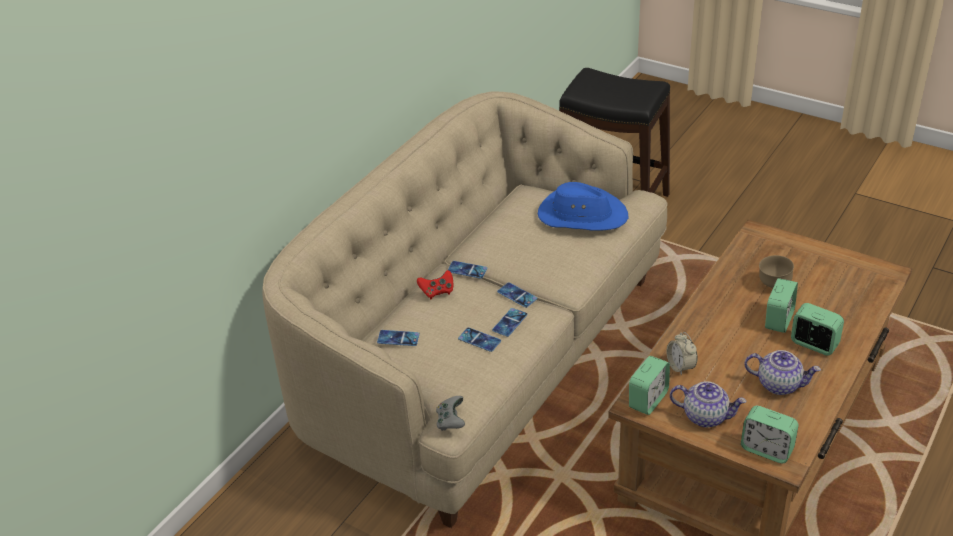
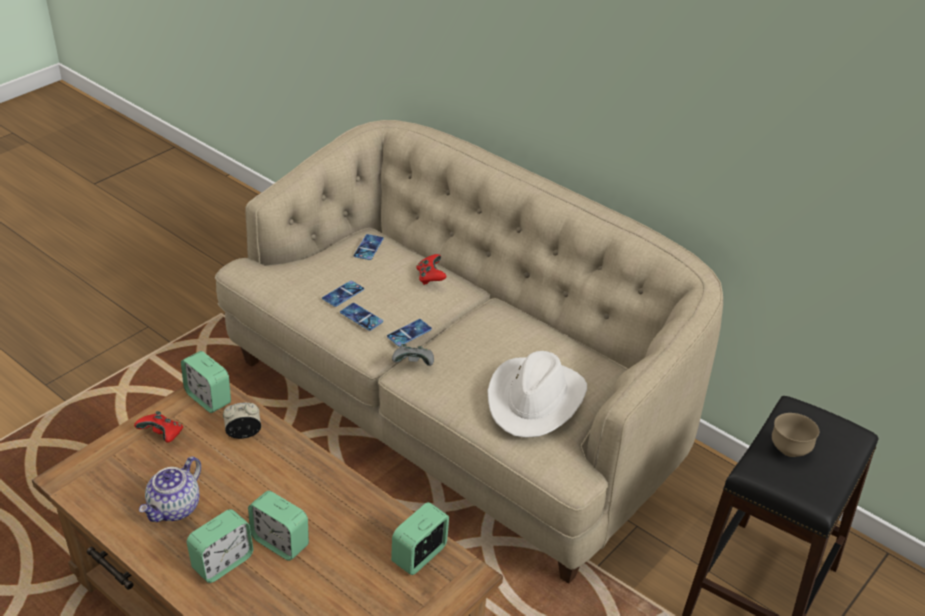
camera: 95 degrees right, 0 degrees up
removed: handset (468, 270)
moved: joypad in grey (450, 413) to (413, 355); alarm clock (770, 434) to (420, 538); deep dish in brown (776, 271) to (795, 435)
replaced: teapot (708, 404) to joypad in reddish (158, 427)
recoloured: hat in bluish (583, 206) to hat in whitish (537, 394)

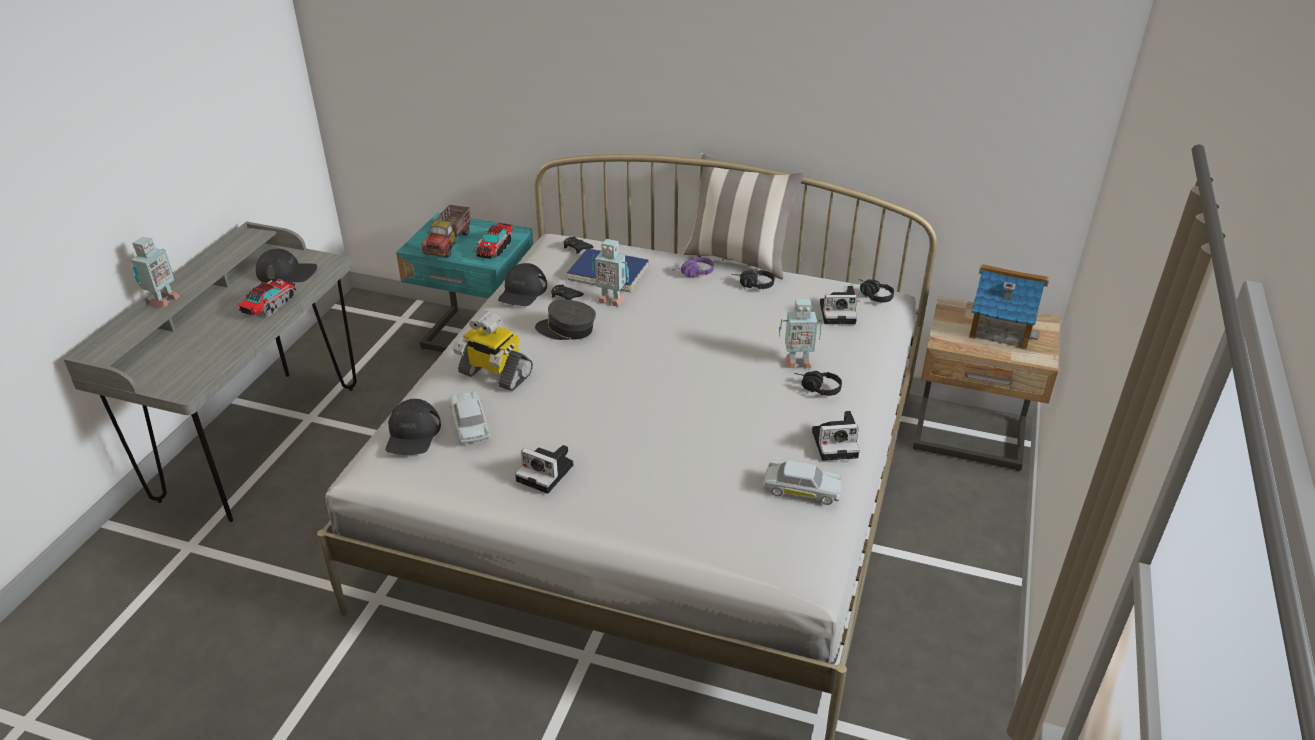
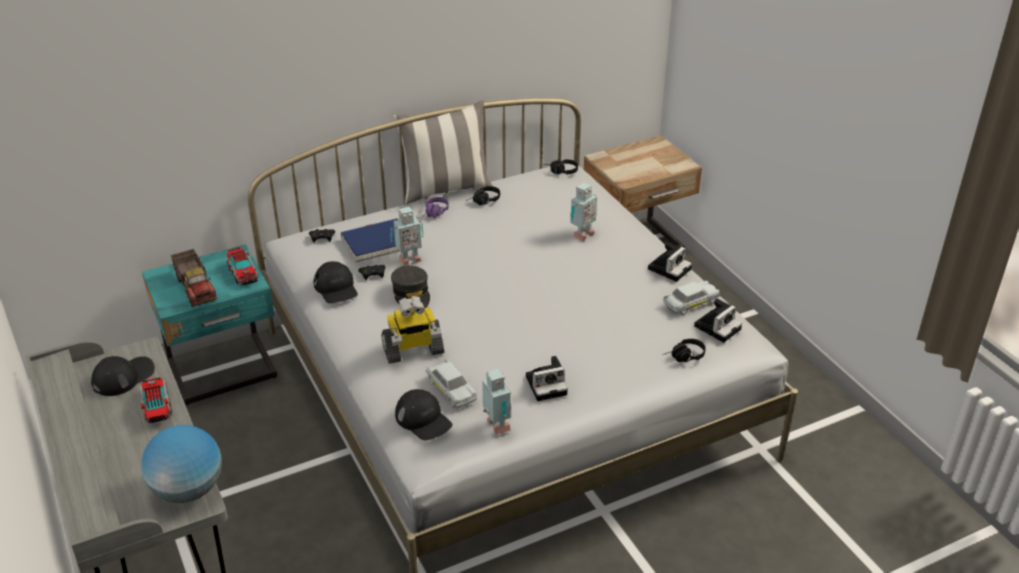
camera: 45 degrees left, 0 degrees up
removed: miniature house (1009, 307)
added: world globe (181, 464)
moved: robot figure (155, 272) to (496, 402); pair of headphones in blackish (818, 383) to (684, 350); photo camera (838, 305) to (718, 321)
turned: toy car in whitish (470, 417) = (451, 383) 150 degrees counterclockwise; peaked cap in grey (565, 320) = (410, 287) 75 degrees counterclockwise

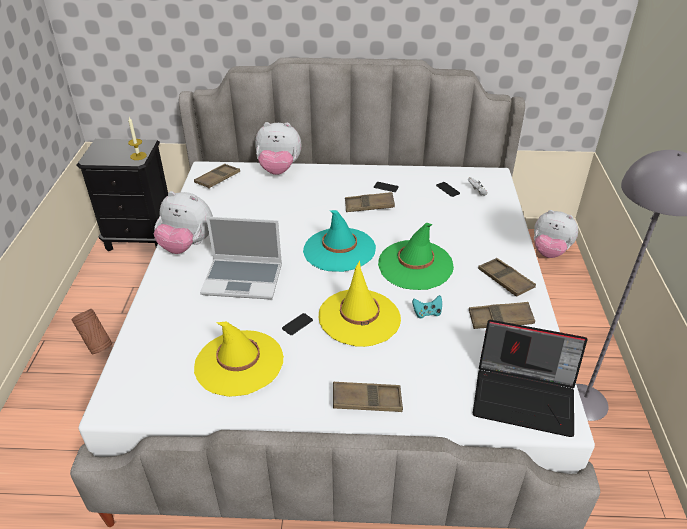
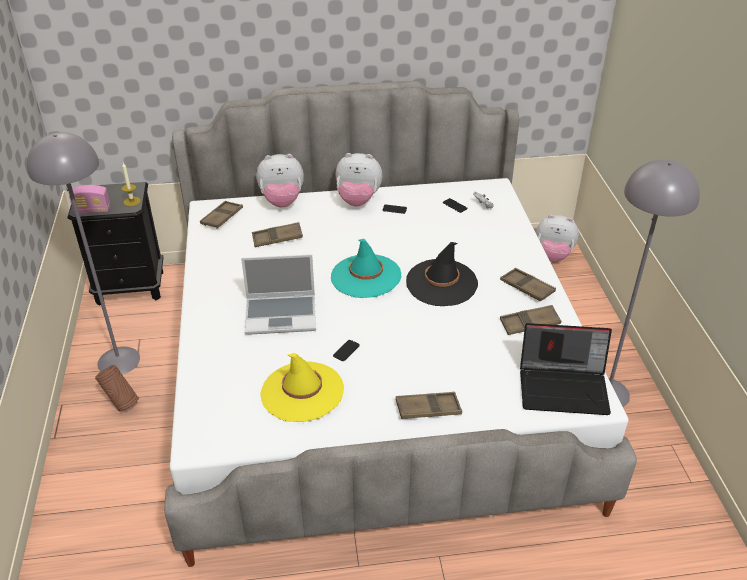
camera: 10 degrees left, 0 degrees up
removed: hat in yellow-coloured (360, 303); joypad in blue-green (427, 306)
added: floor lamp in grey (83, 253); radio set (89, 199)
moved: cuddly toy (183, 222) to (358, 179); tray in brown (370, 202) to (277, 234)
recoloured: hat in green (416, 256) to hat in blackish (442, 274)

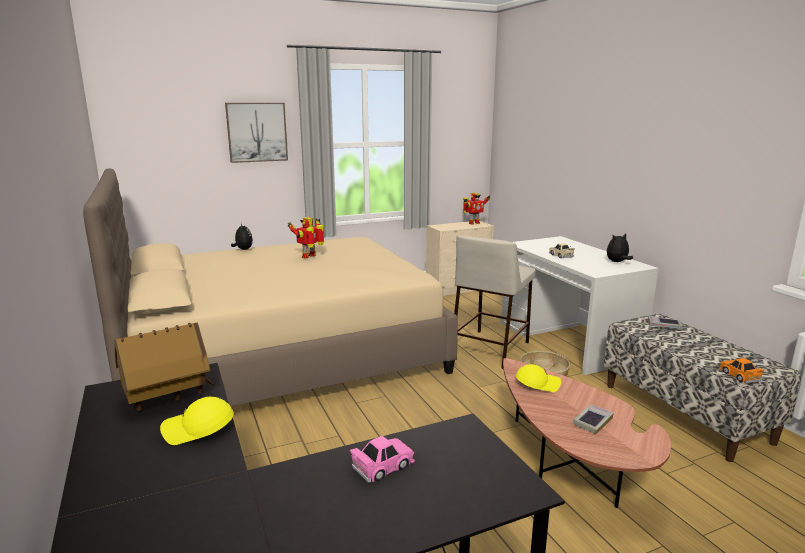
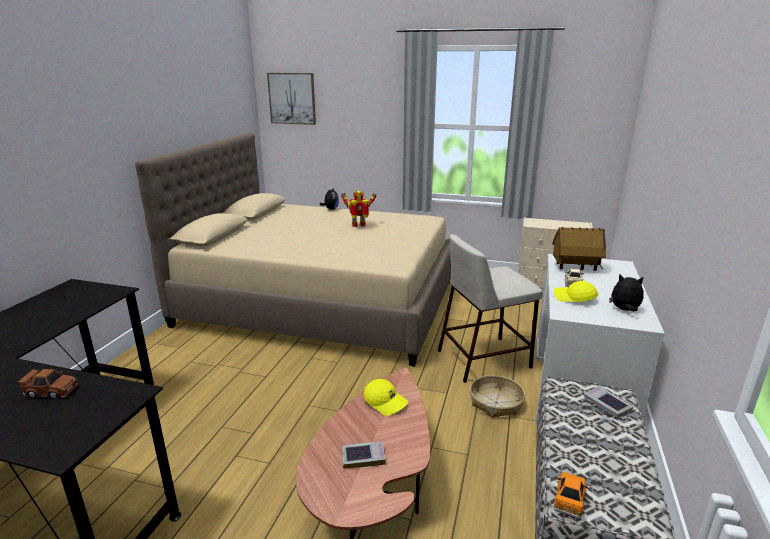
camera: 40 degrees right, 5 degrees up
removed: robot figure (476, 209)
moved: miniature house (164, 366) to (579, 249); peaked cap in yellow-coloured (197, 421) to (576, 291); wall picture (256, 133) to (291, 99)
recoloured: toy car in pink-coloured (382, 459) to toy car in brown (48, 384)

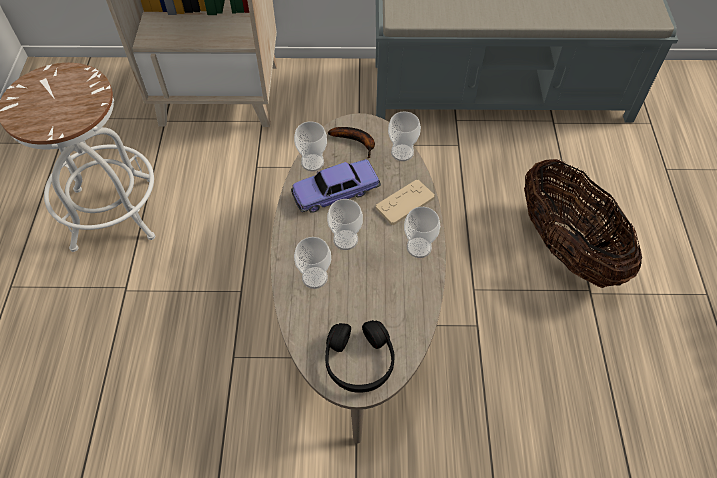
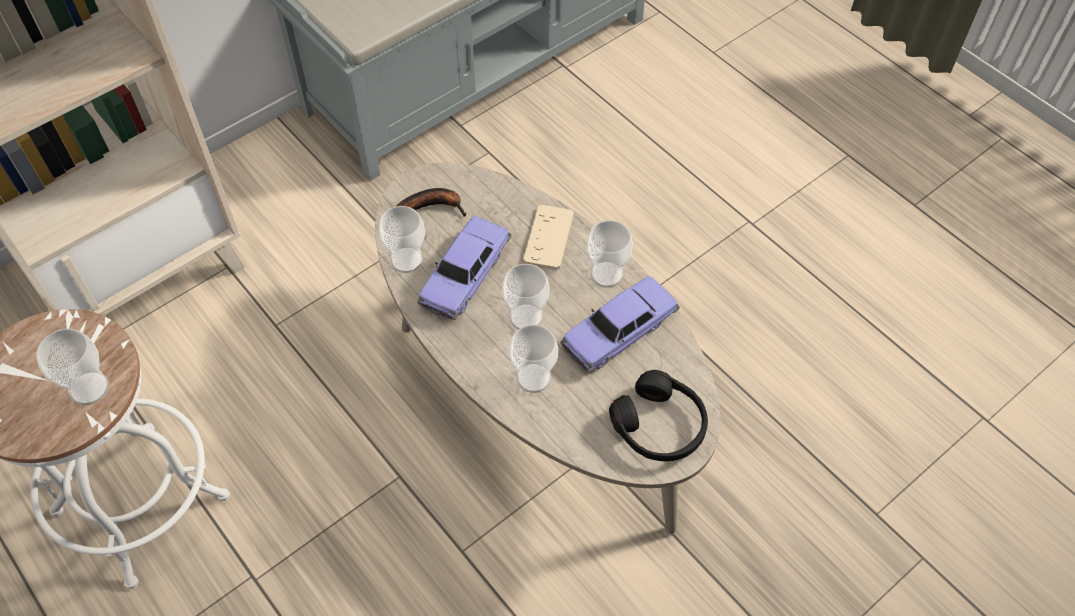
camera: 40 degrees left, 0 degrees up
removed: basket (583, 223)
added: toy car (620, 324)
moved: cup (404, 136) to (72, 367)

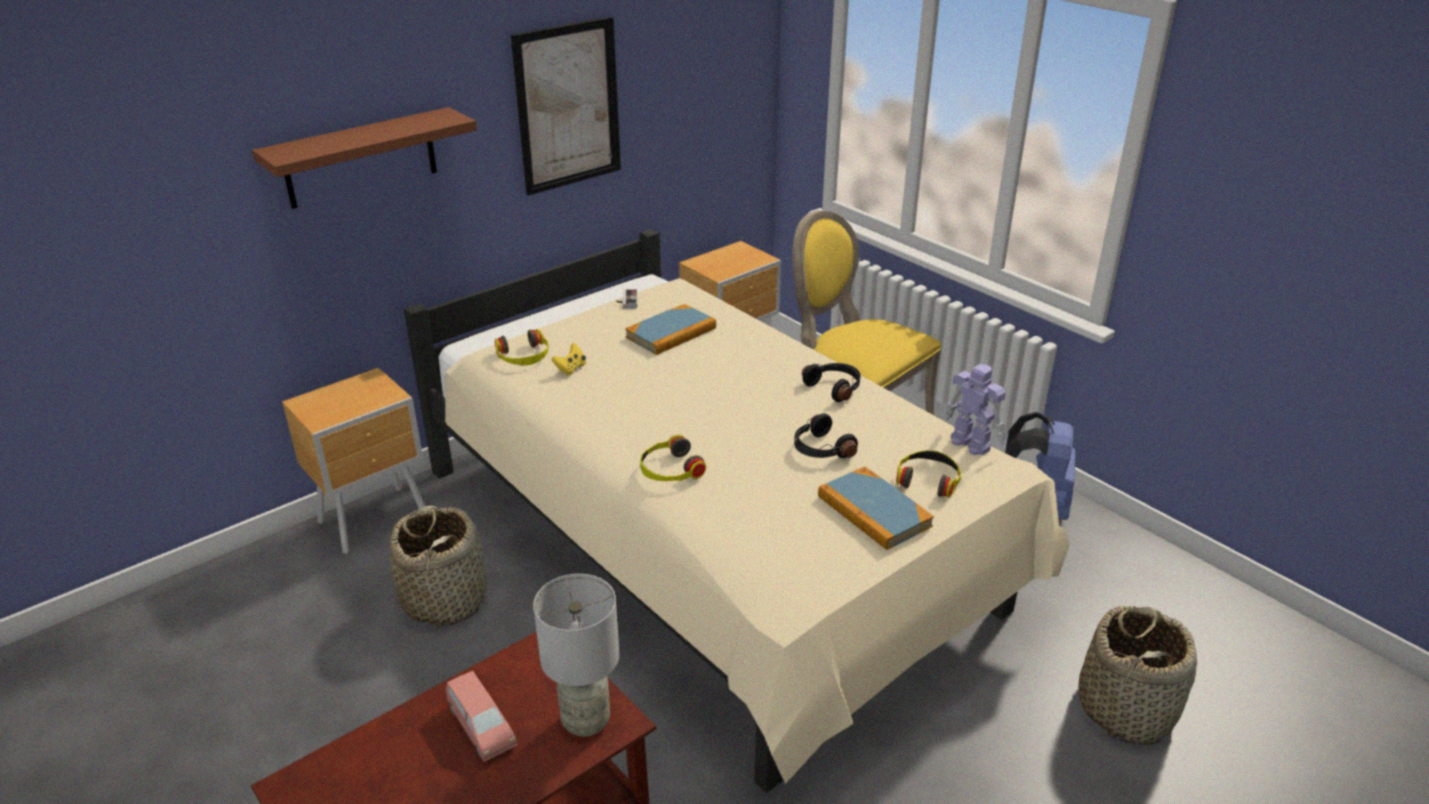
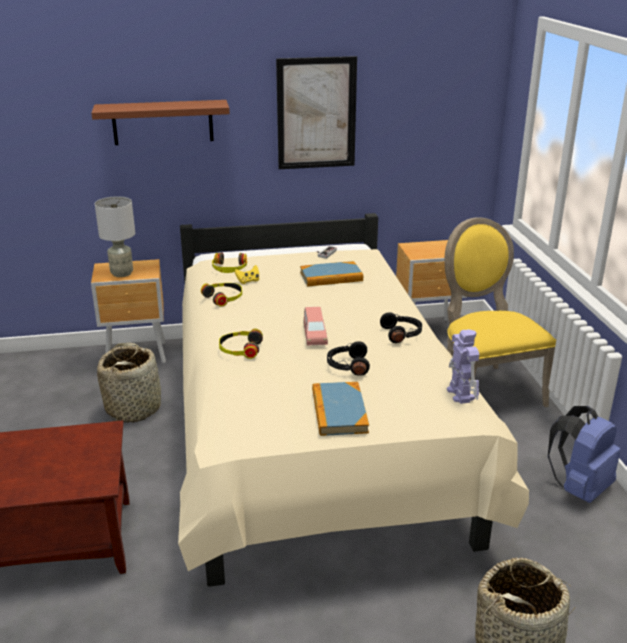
camera: 30 degrees right, 5 degrees down
moved: toy car in pink-coloured (482, 716) to (316, 326); table lamp in grey (576, 655) to (115, 236); pair of headphones (928, 474) to (221, 294)

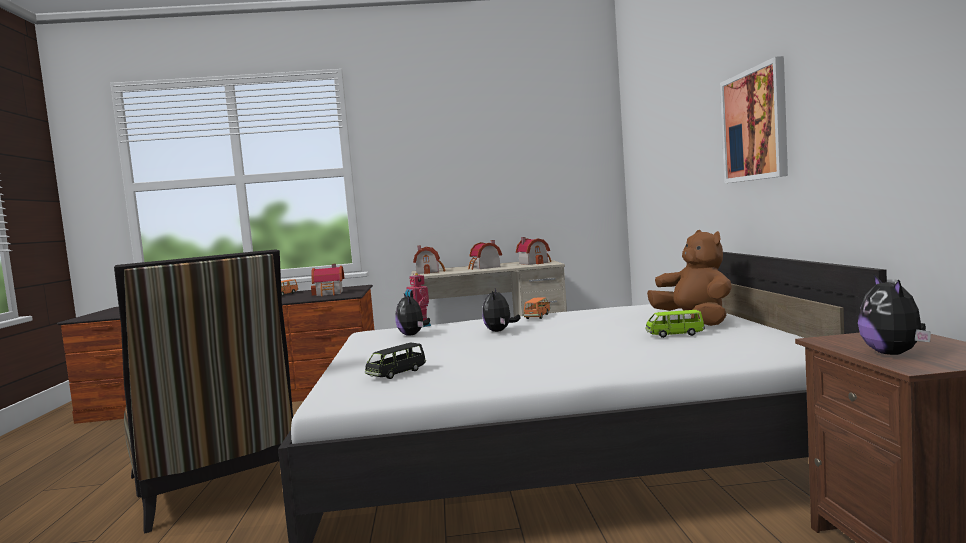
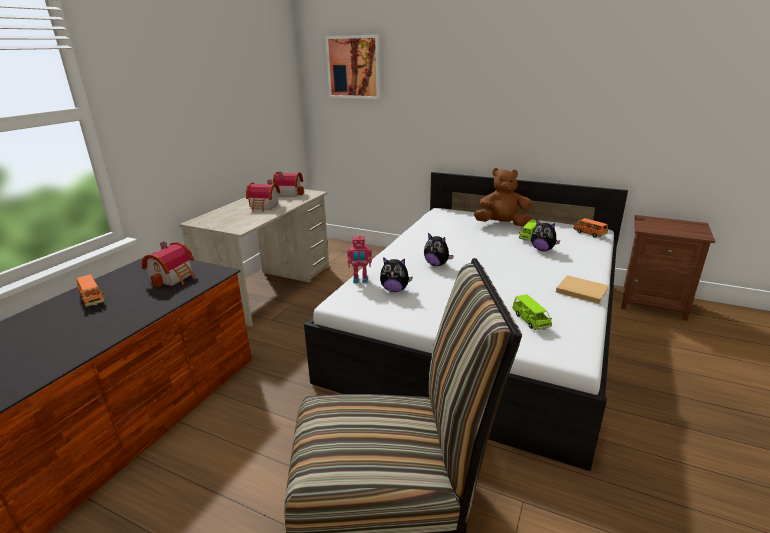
camera: 60 degrees left, 20 degrees up
removed: miniature house (429, 259)
added: book in sand-coloured (582, 289)
moved: toy car in orange-coloured (536, 308) to (590, 227); wall picture (754, 119) to (353, 67); cuddly toy (894, 315) to (545, 235)
recoloured: toy car in blackish (395, 361) to toy car in green (532, 312)

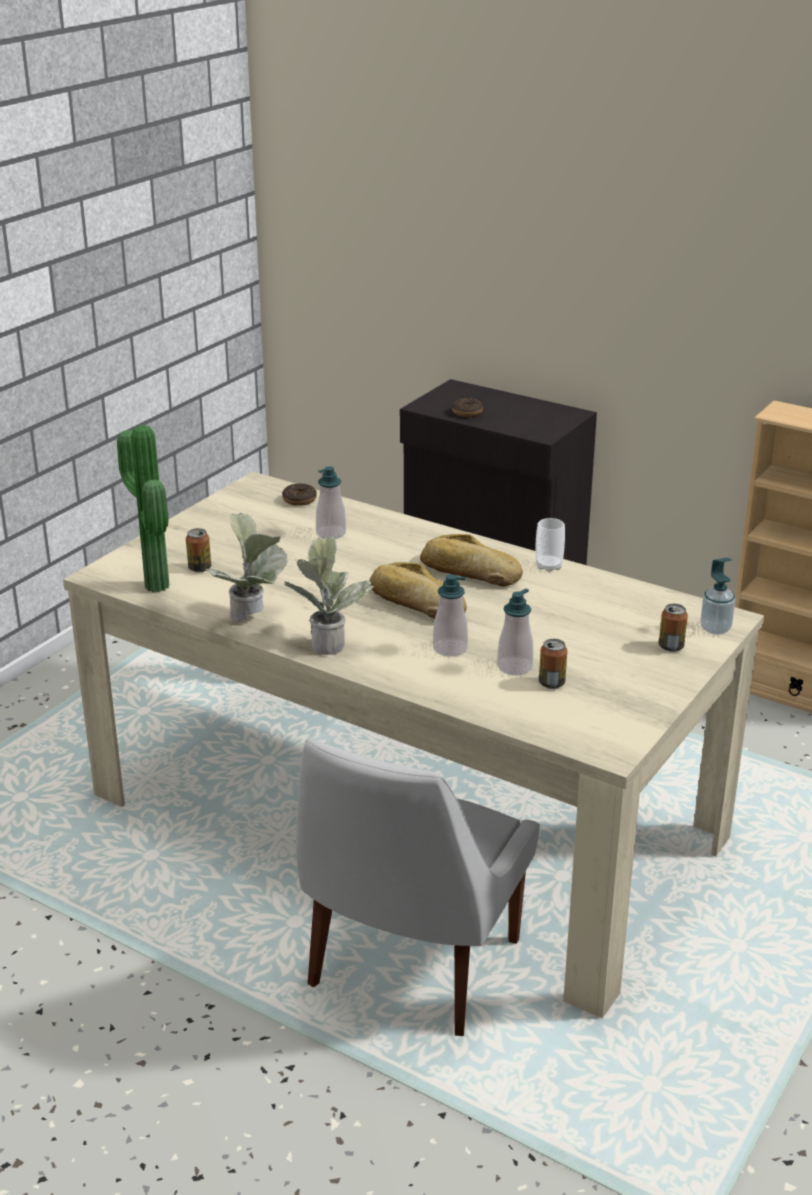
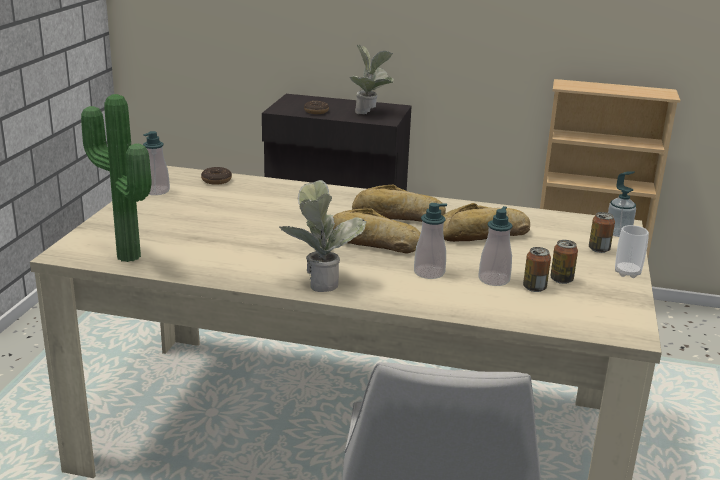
camera: 20 degrees left, 5 degrees down
added: baked bread (486, 222)
moved: can (198, 550) to (564, 262); potted plant (246, 568) to (372, 79); soap bottle (331, 502) to (156, 163); cup (550, 545) to (632, 251)

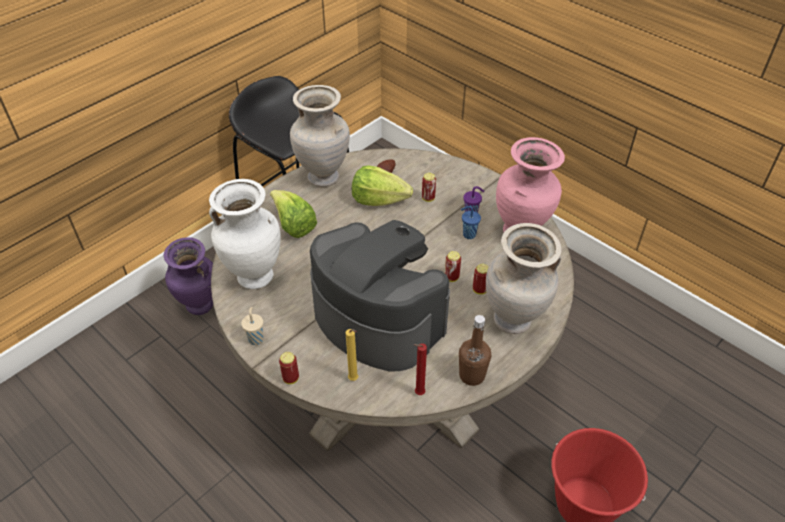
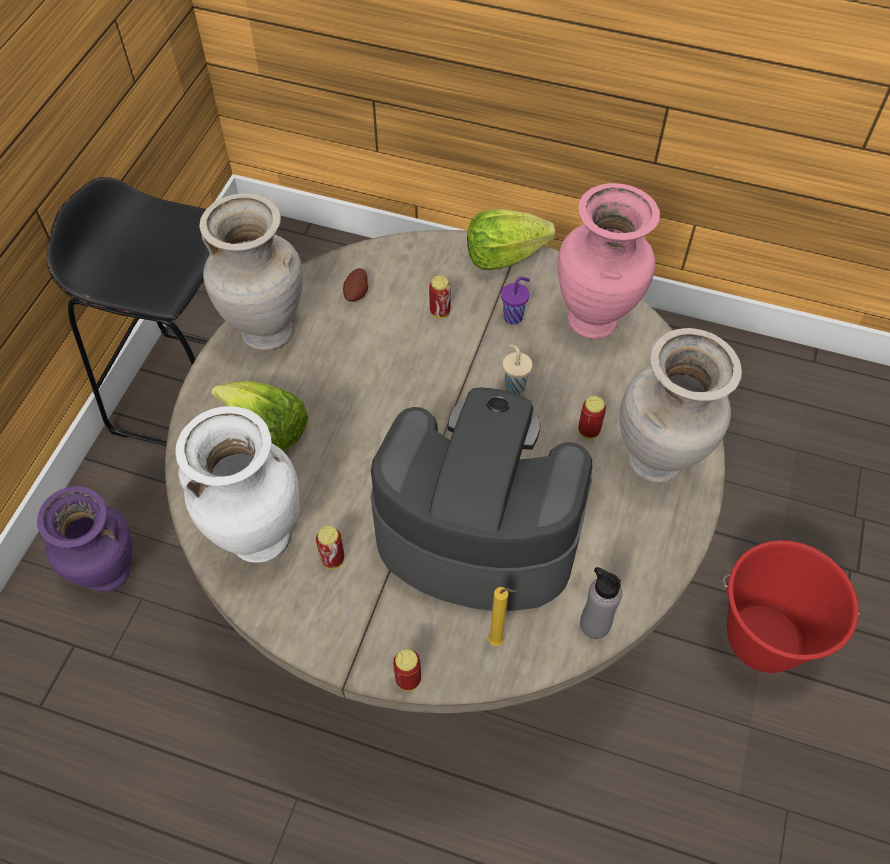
camera: 25 degrees left, 10 degrees up
removed: bottle in brown (475, 350); cup in bluish (471, 222)
moved: cup in sand-coloured (252, 326) to (517, 369); lettuce (382, 186) to (511, 239); can (453, 266) to (330, 547)
replaced: wax candle in reddish (420, 369) to bottle in grey (601, 603)

